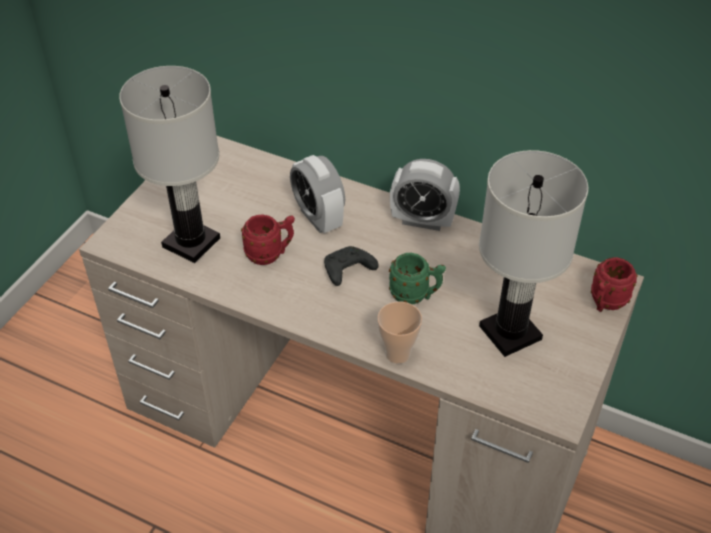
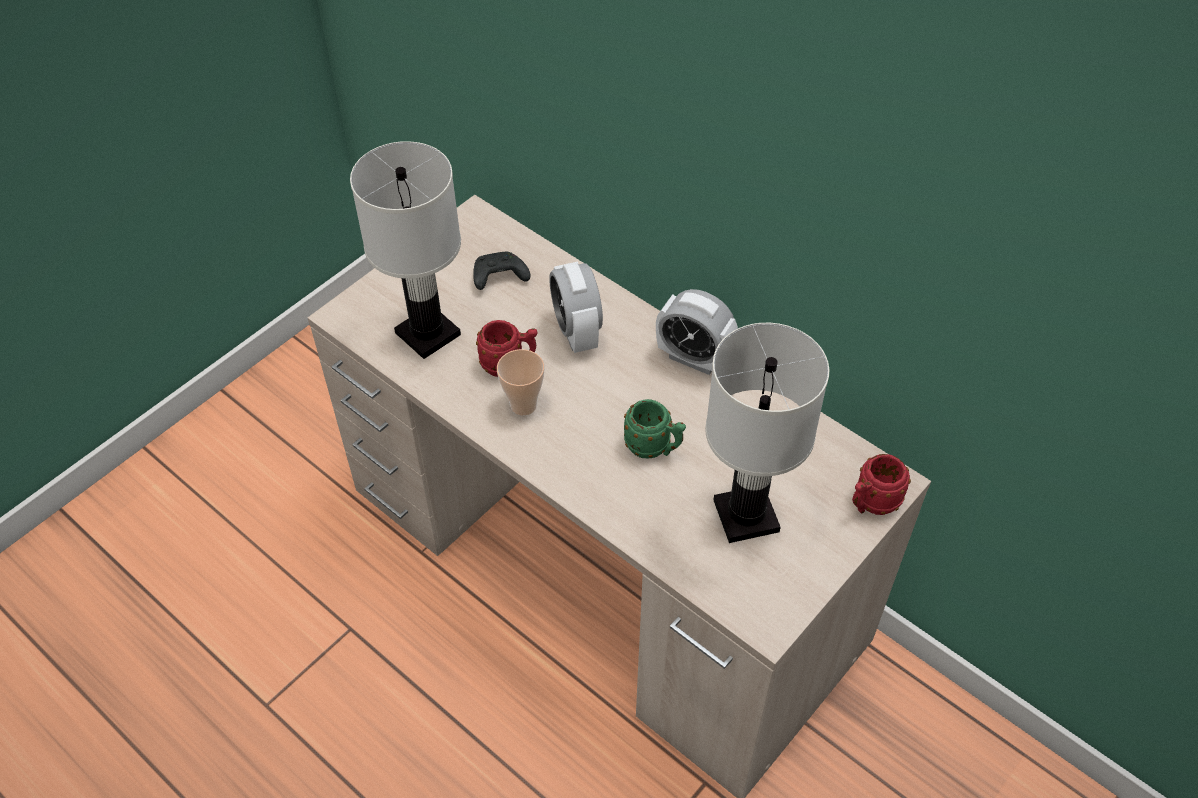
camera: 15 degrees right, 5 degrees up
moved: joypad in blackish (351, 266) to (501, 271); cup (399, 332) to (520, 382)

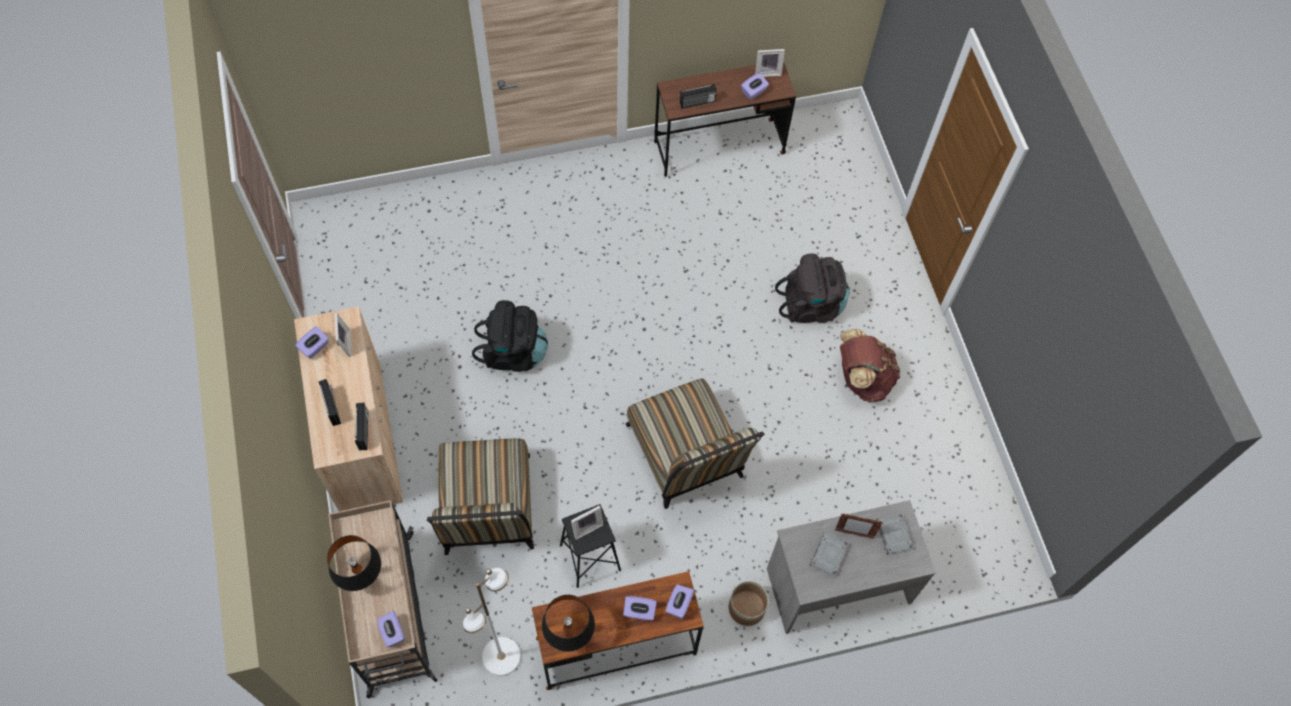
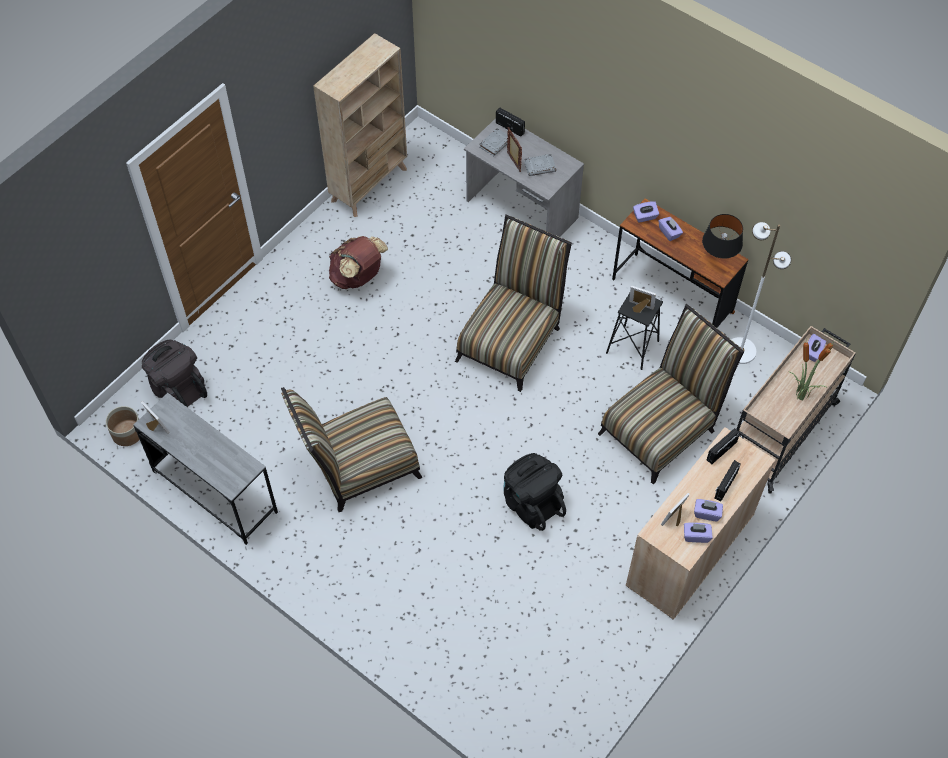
camera: 125 degrees left, 5 degrees down
added: plain chair (351, 449); shelving unit in sand-coloured (360, 125)
moved: radio set (698, 96) to (510, 122); plant pot (749, 603) to (123, 426); tissue box in purple-coloured (755, 86) to (708, 510); knapsack in blackish (812, 288) to (174, 374)
replaced: table lamp in blackish (354, 563) to potted plant (810, 371)
recoloured: desk unit in brown (725, 119) to desk unit in grey (206, 469)

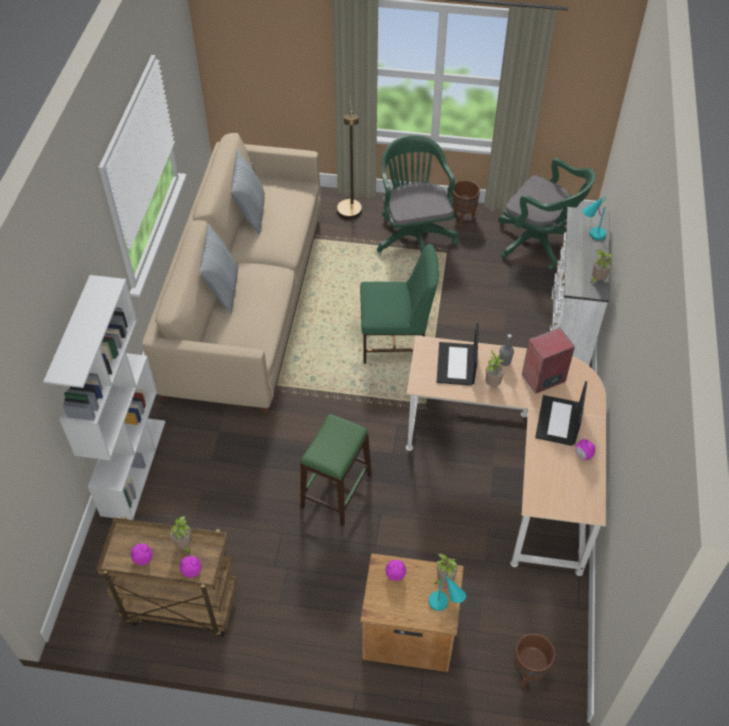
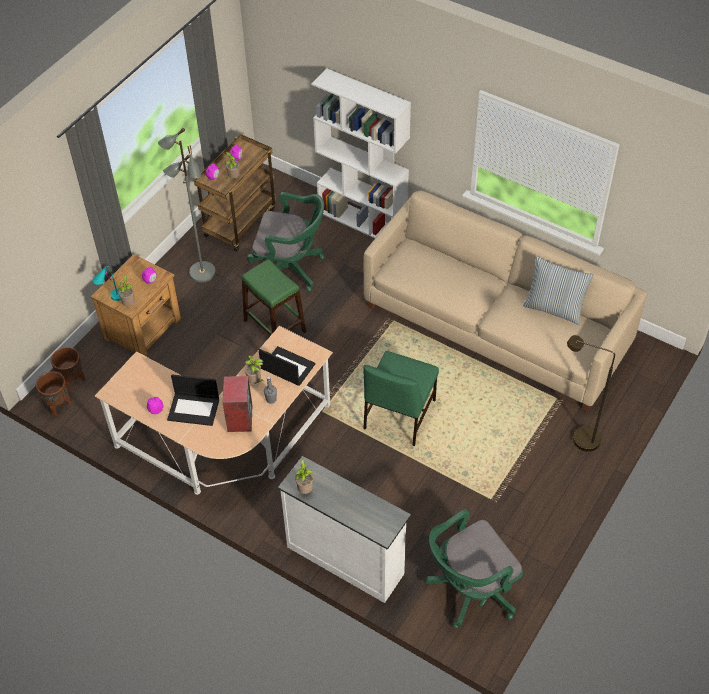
camera: 115 degrees right, 0 degrees up
removed: pillow (218, 269); table lamp in blue-green (594, 218)
added: floor lamp in grey (187, 205)
moved: office chair in green (417, 194) to (286, 242); plant pot in brown (466, 203) to (53, 394)
turned: notebook computer (561, 413) = (193, 400) 150 degrees clockwise

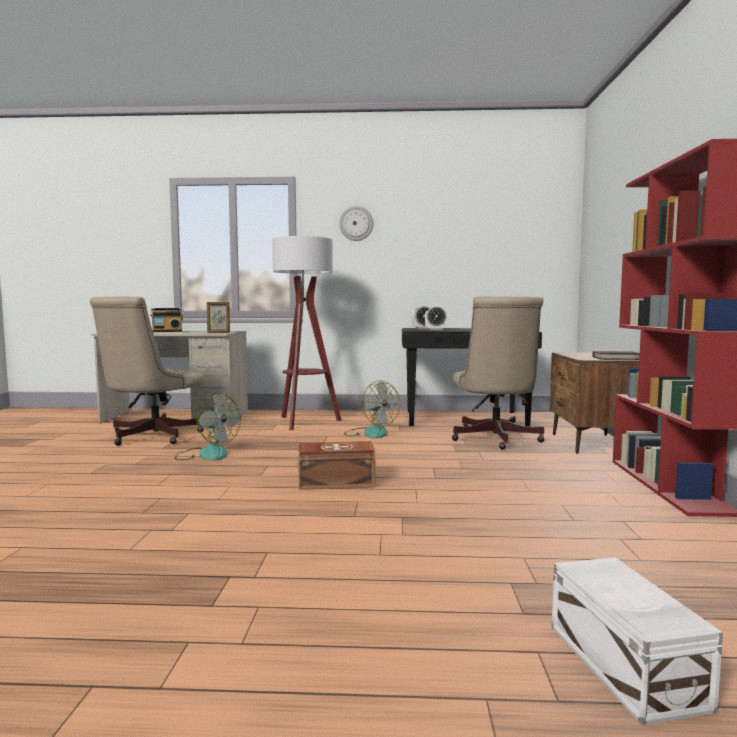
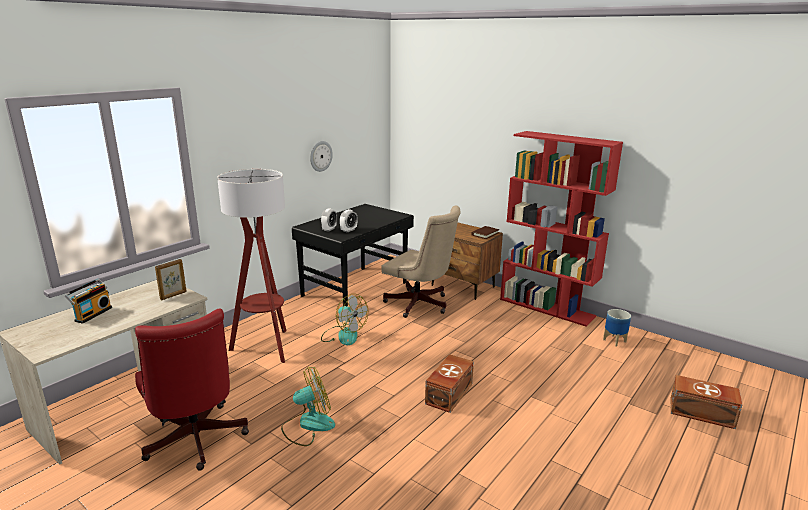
camera: 55 degrees left, 15 degrees up
added: plant pot (617, 327)
moved: wall clock (356, 223) to (321, 156)
recoloured: office chair in sand-coloured (146, 371) to office chair in reddish (192, 390); storage container in whitish (637, 641) to storage container in brown (707, 402)
turned: fan (372, 409) = (344, 319) 45 degrees clockwise

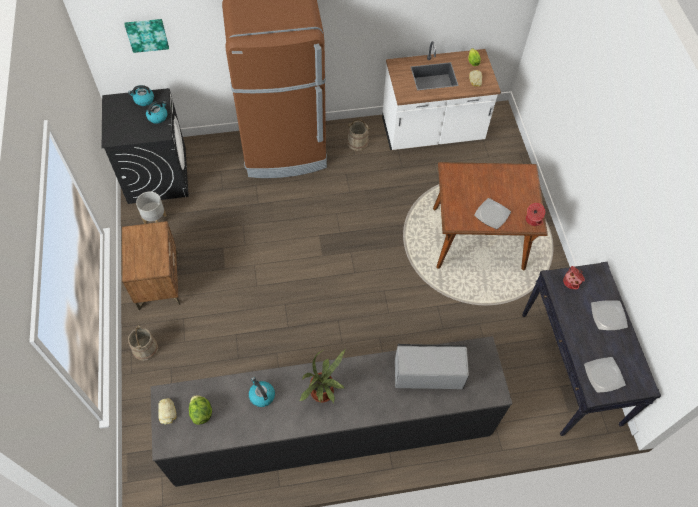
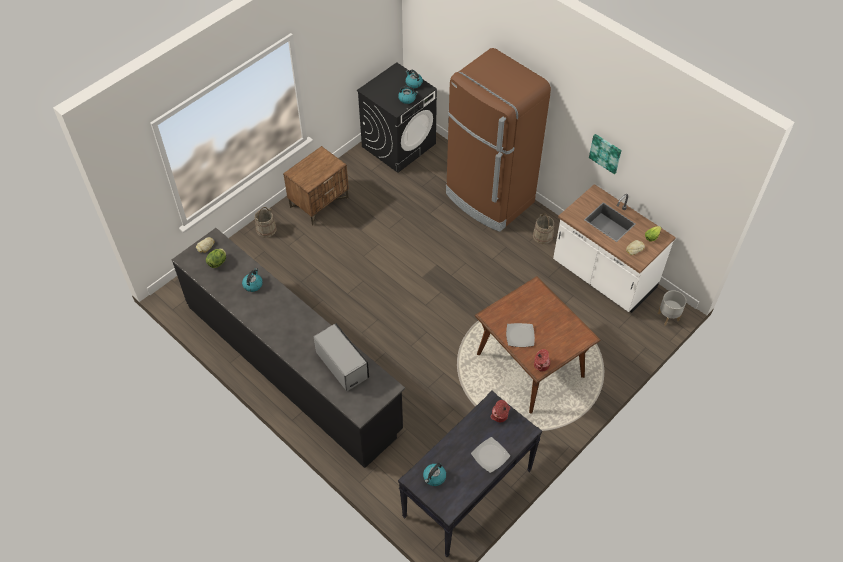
camera: 55 degrees right, 5 degrees down
removed: potted plant (322, 376)
moved: wall picture (147, 36) to (605, 154); plant pot in grey (151, 208) to (672, 308)
replaced: dinner plate (605, 375) to kettle (434, 474)

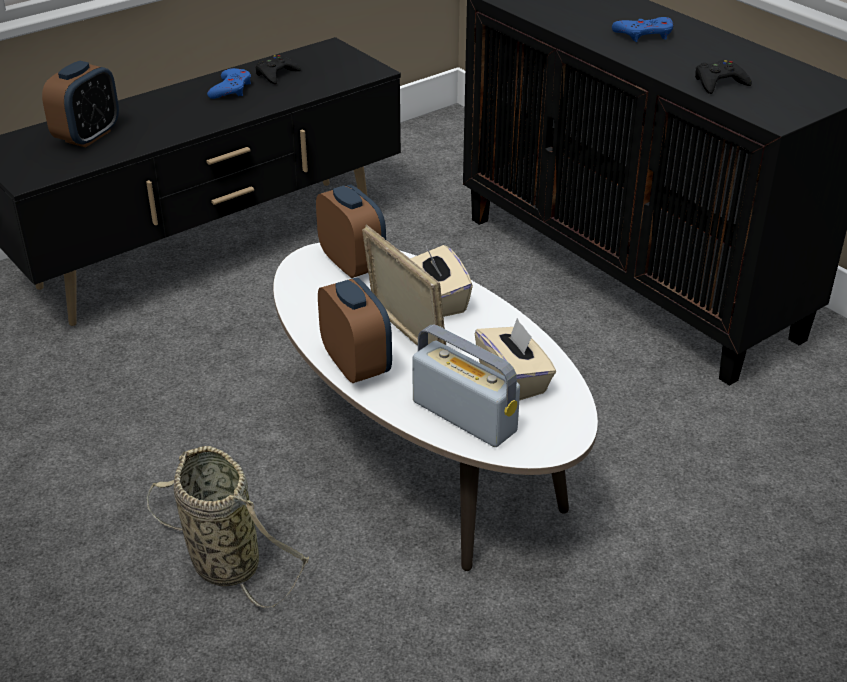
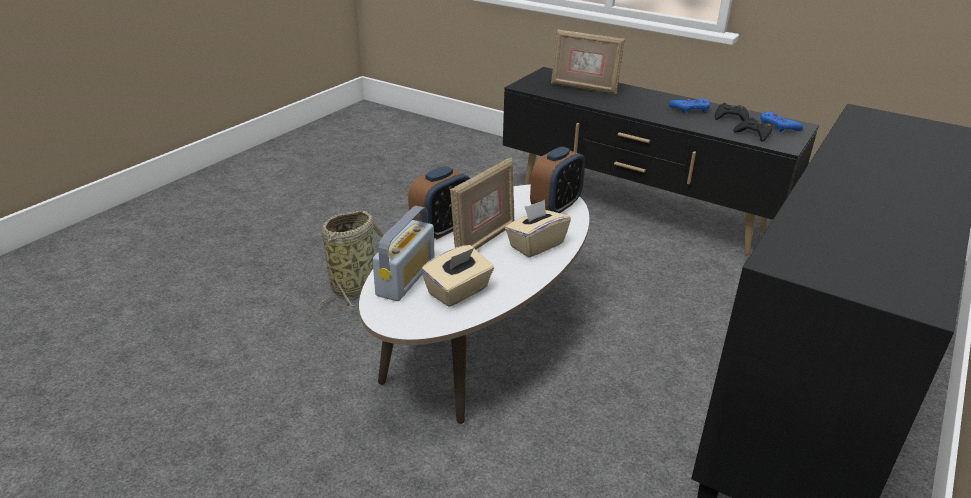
camera: 70 degrees right, 5 degrees down
moved: joypad in bluish (642, 29) to (781, 121); joypad in blackish (723, 77) to (753, 130)
replaced: alarm clock (80, 104) to standing frame (588, 61)

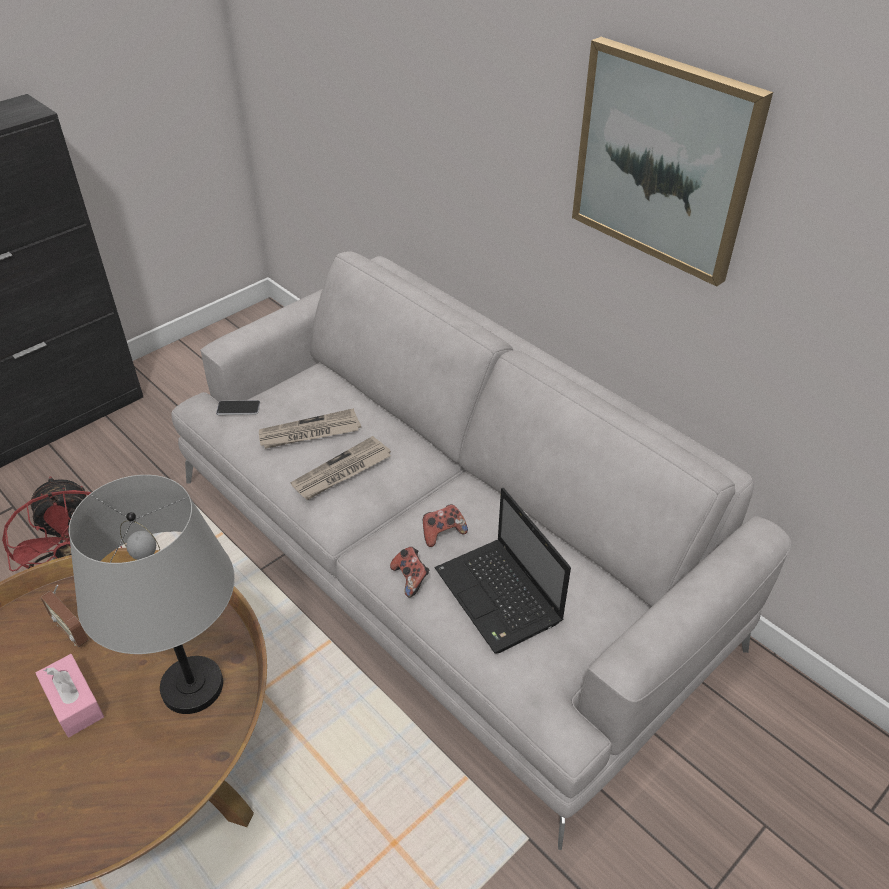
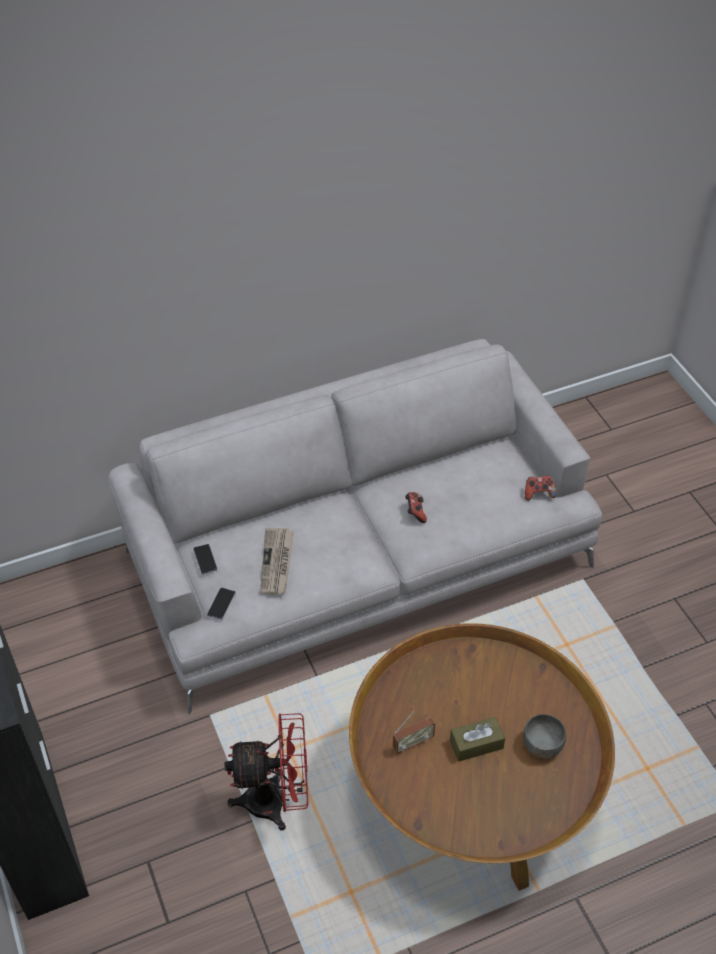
camera: 70 degrees left, 5 degrees up
removed: table lamp in grey (152, 594); printed paper (340, 468); notebook computer (503, 571); wall picture (672, 162)
added: handset (205, 559); deep dish in grey (544, 736)
moved: joypad (409, 572) to (540, 487)
recoloured: tissue box in pink-coloured (70, 695) to tissue box in brown (477, 739)

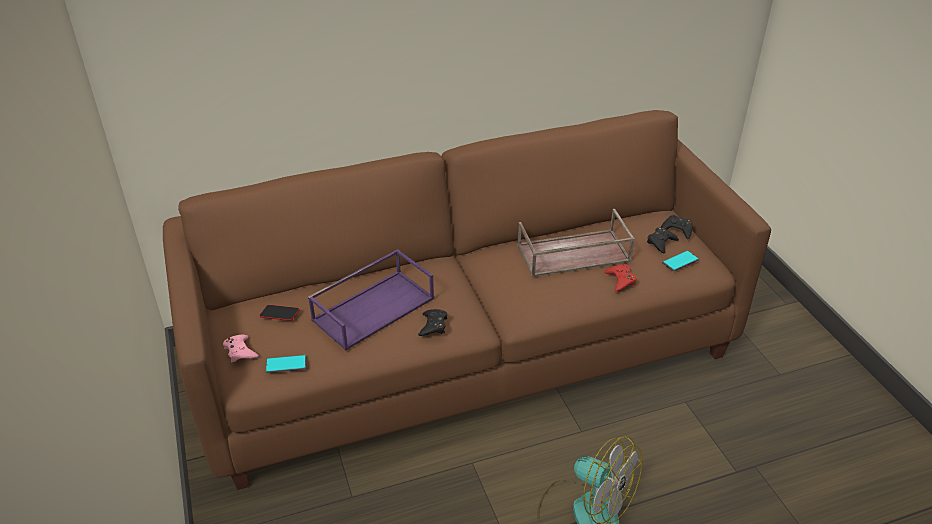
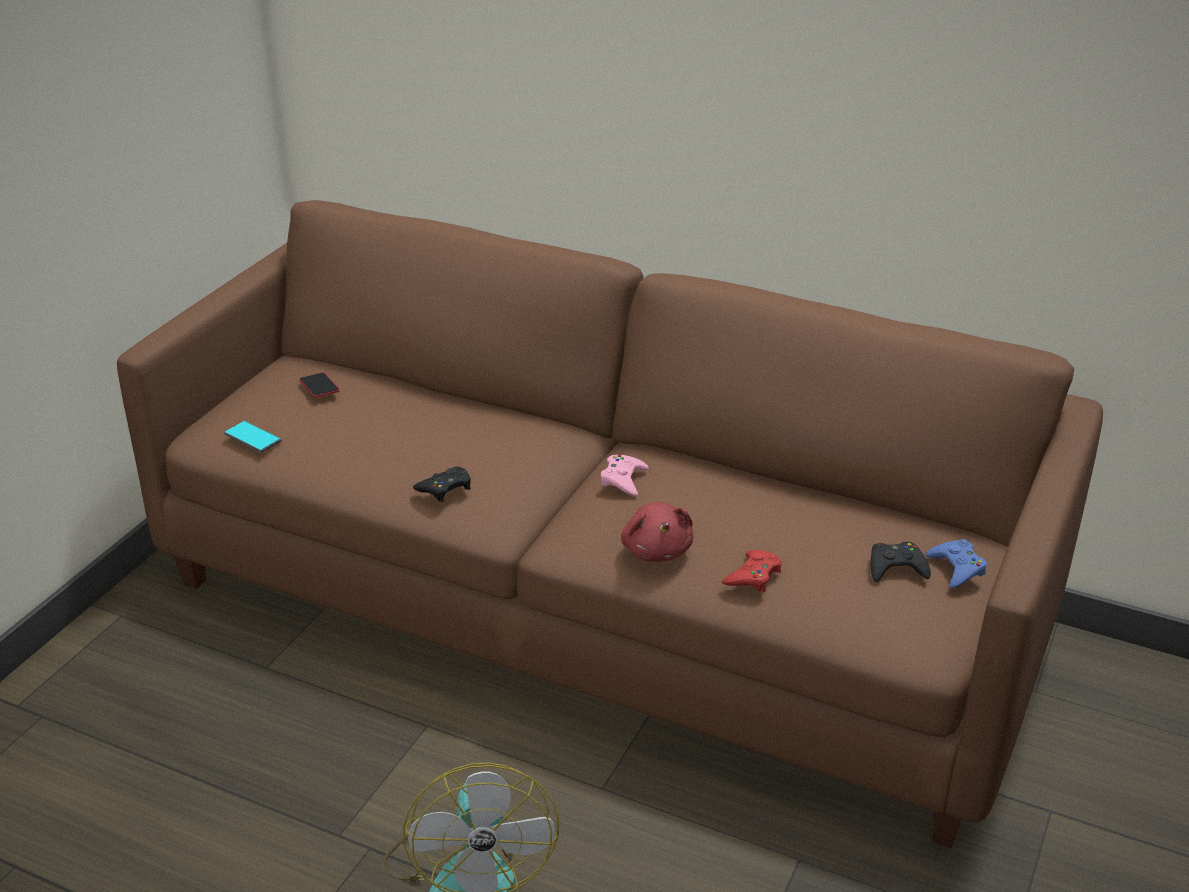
camera: 45 degrees right, 5 degrees down
removed: tray in purple-coloured (371, 300); tray in brown (576, 243); handset (680, 261)
added: cuddly toy in reddish (657, 532)
moved: joypad in pink-coloured (241, 348) to (625, 475)
recoloured: joypad in blackish (677, 227) to joypad in bluish (956, 563)

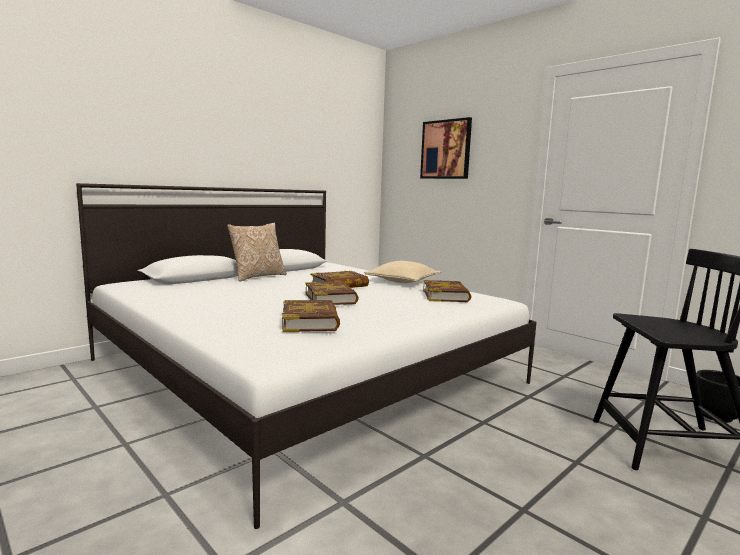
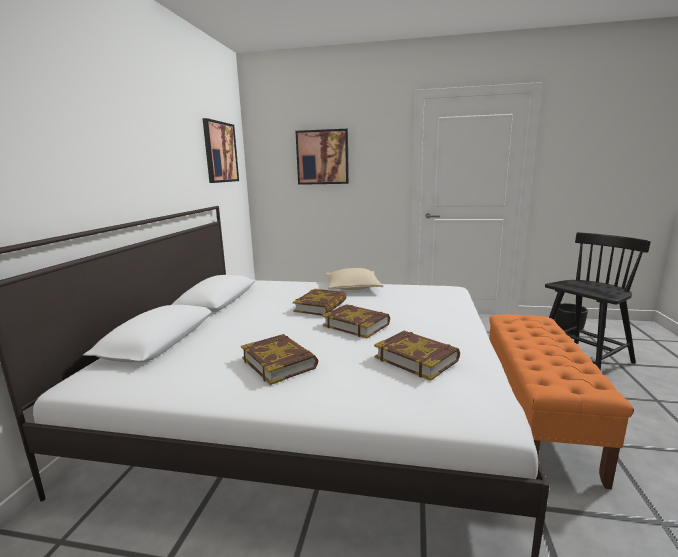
camera: 35 degrees left, 5 degrees up
removed: pillow (257, 252)
added: wall picture (220, 150); bench in orange-coloured (561, 402)
moved: book (447, 291) to (279, 359)

